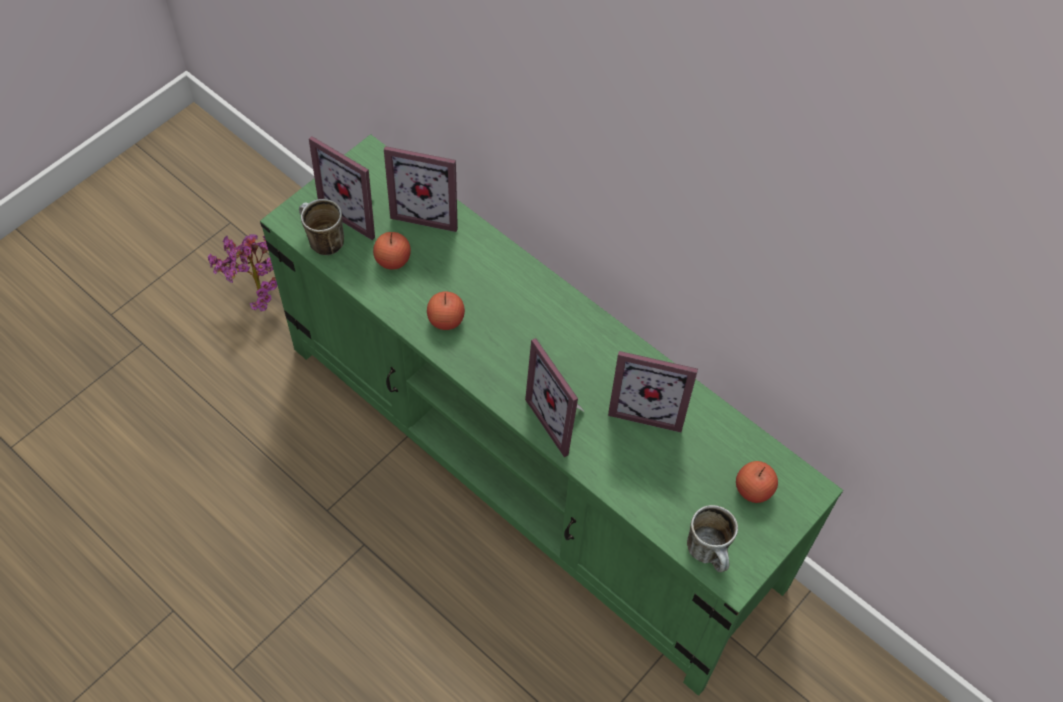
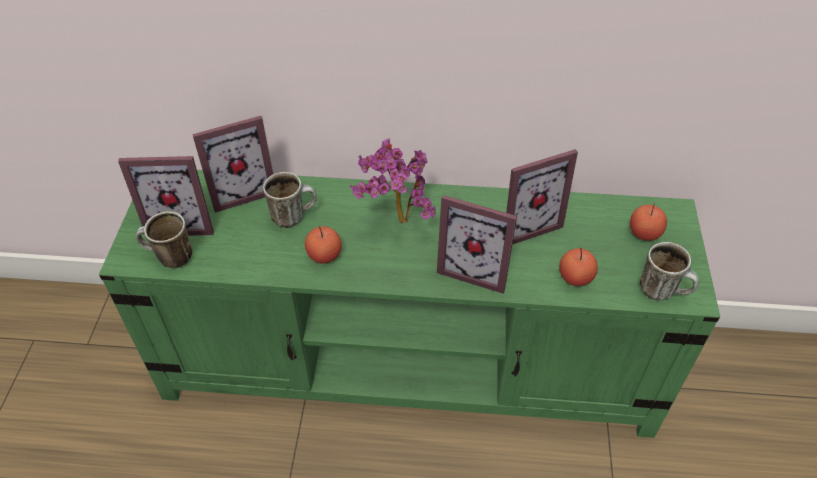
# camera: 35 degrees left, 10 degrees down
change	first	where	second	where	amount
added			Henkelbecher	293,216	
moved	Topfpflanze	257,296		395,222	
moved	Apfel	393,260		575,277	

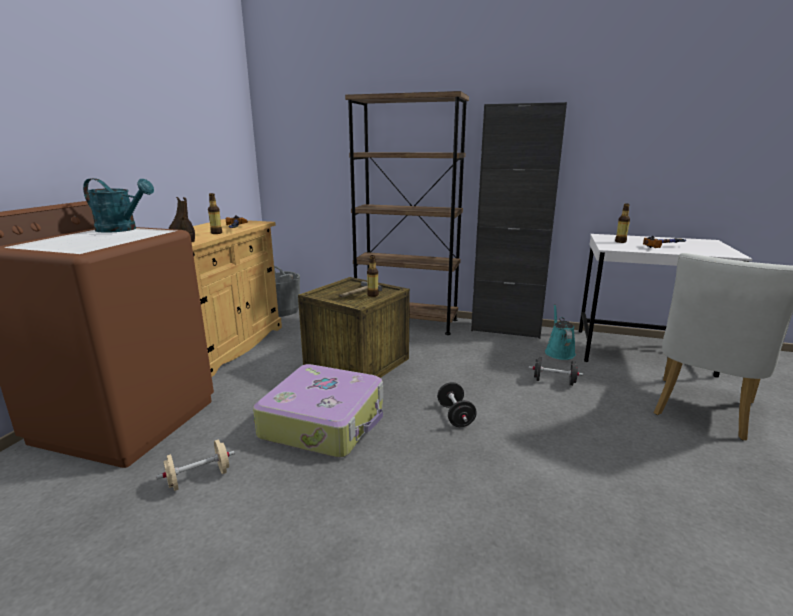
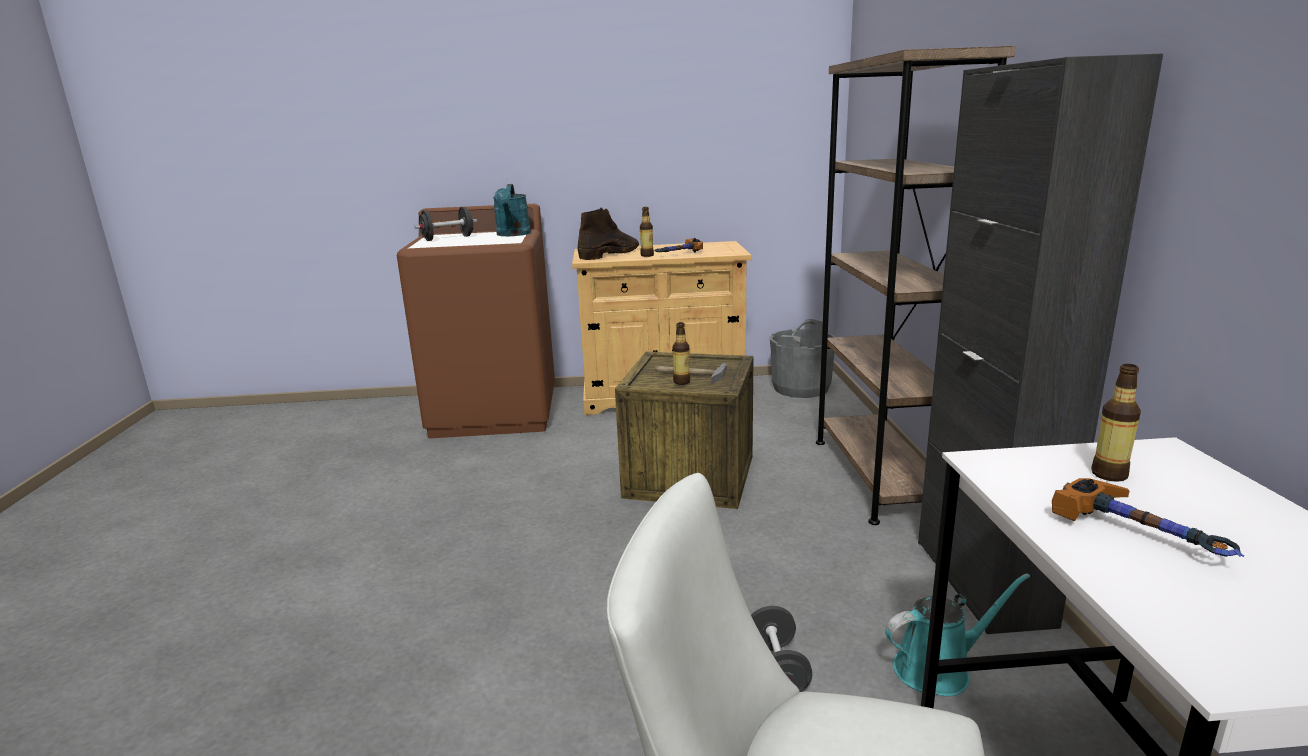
# camera: 70 degrees right, 0 degrees up
change	first	where	second	where	amount
removed	Hantel (beige)	199,478			
removed	Koffer	324,422			
moved	Hantel (schwarz)	455,416		448,238	

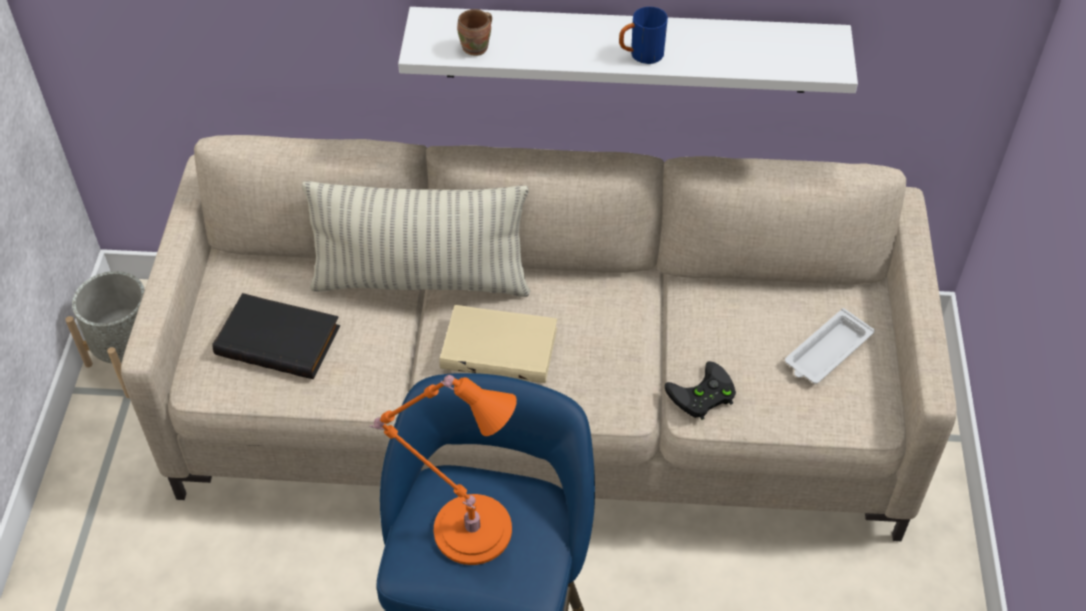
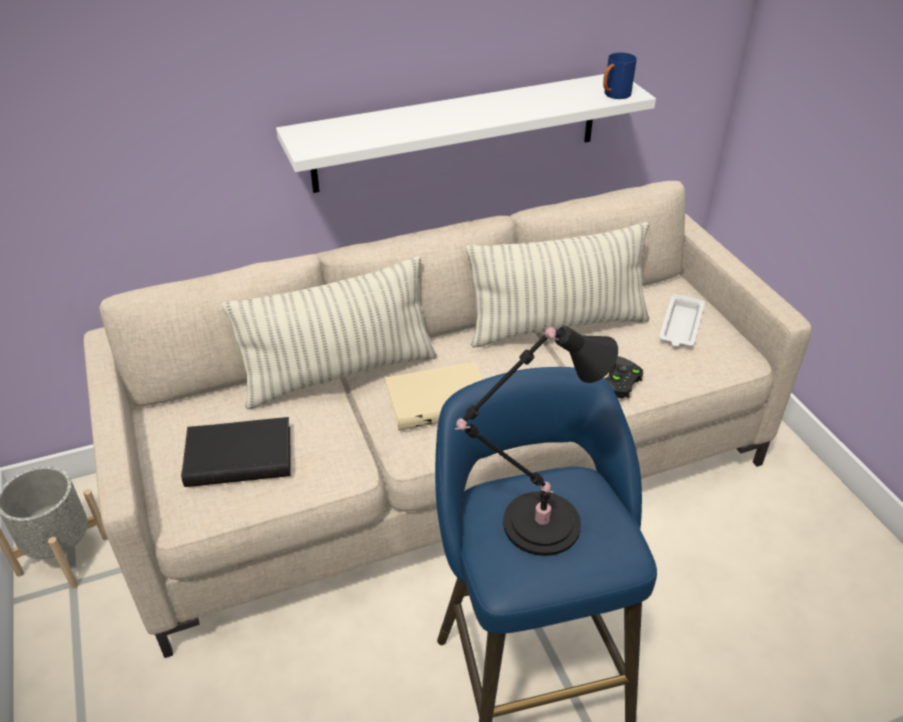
# camera: 25 degrees left, 10 degrees down
change	first	where	second	where	amount
removed	Henkelbecher (braun)	477,48			
added			Kissen	557,326	
moved	Henkelbecher (blau)	640,55		614,96	
recoloured	Tischlampe (orange)	466,527	Tischlampe (schwarz)	534,524	

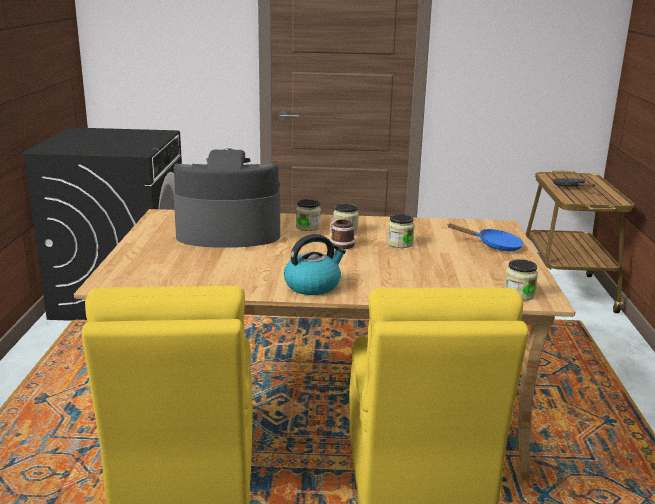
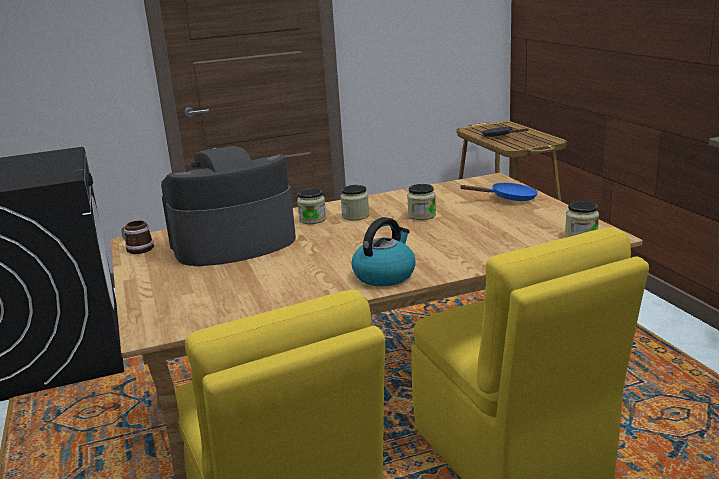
# camera: 20 degrees left, 0 degrees up
change	first	where	second	where	amount
moved	Henkelbecher	340,244		137,248	

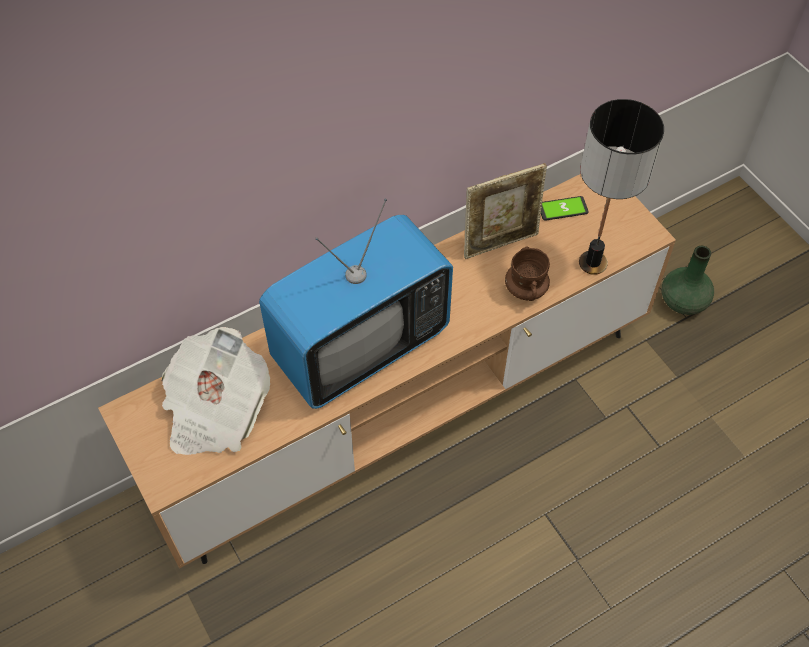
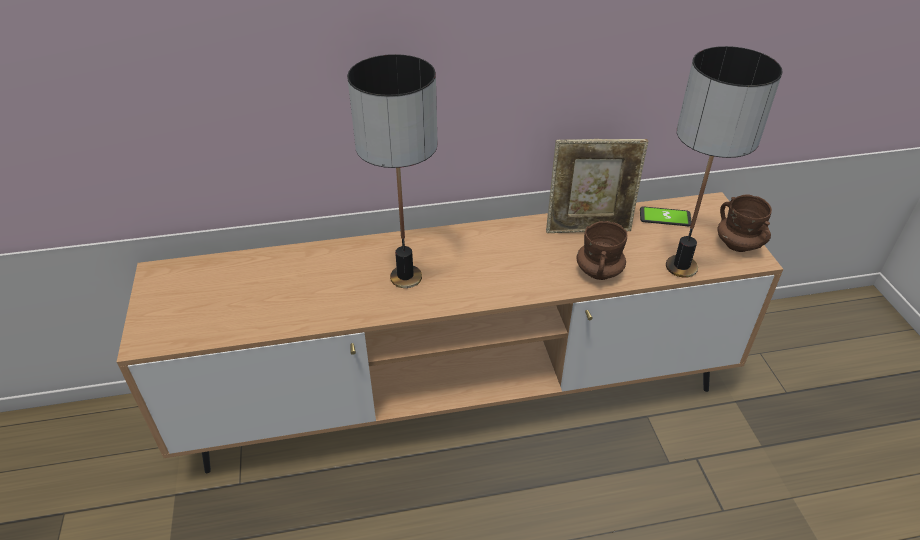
# camera: 20 degrees right, 15 degrees down
change	first	where	second	where	amount
removed	Zeitung	215,410			
removed	Vase (grün)	684,301			
added			Henkelbecher (braun)	737,244	
replaced	Fernseher	360,346	Tischlampe	405,277	

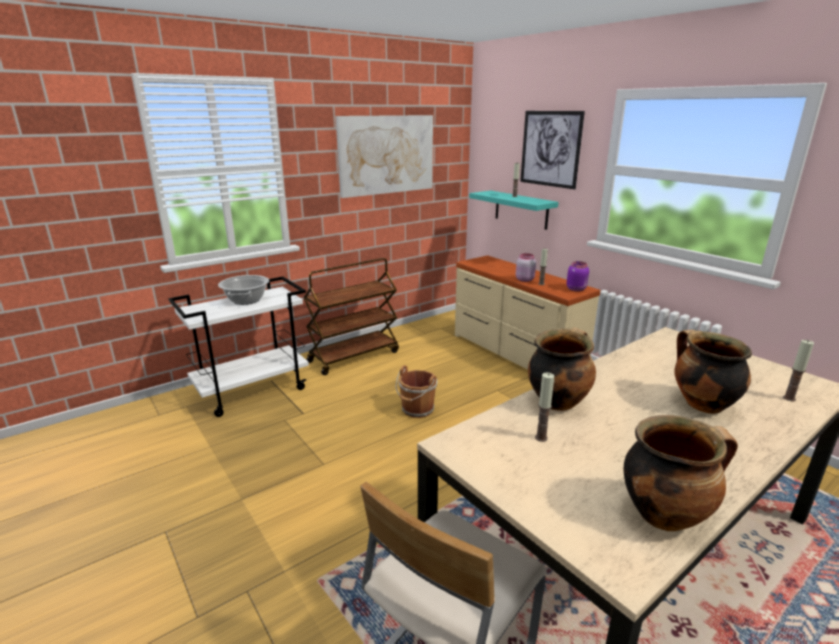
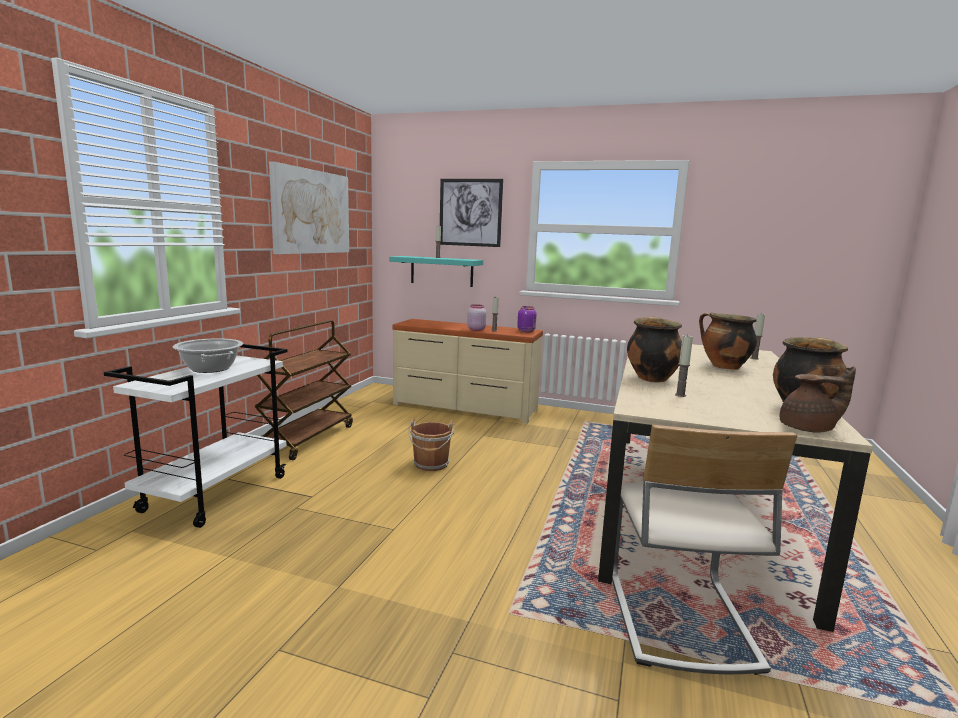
# camera: 35 degrees left, 10 degrees down
change	first	where	second	where	amount
added			Teekanne (braun)	809,429	

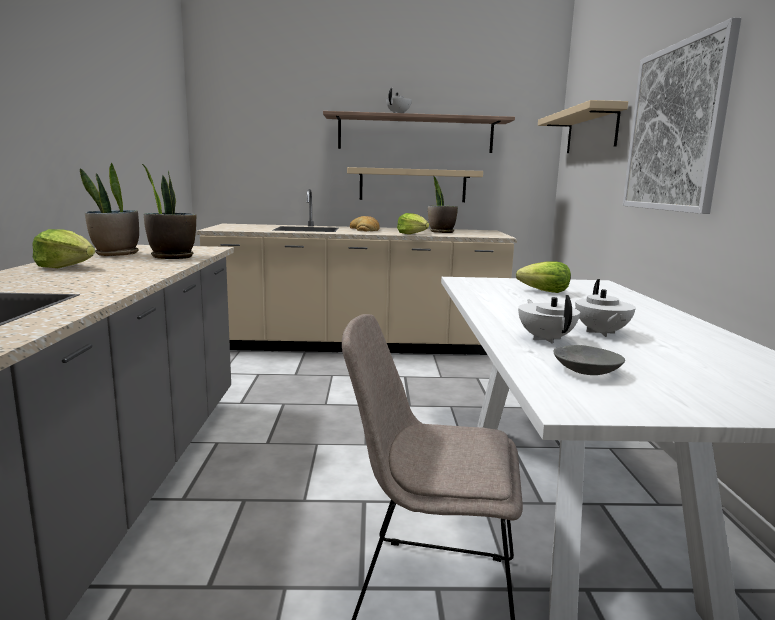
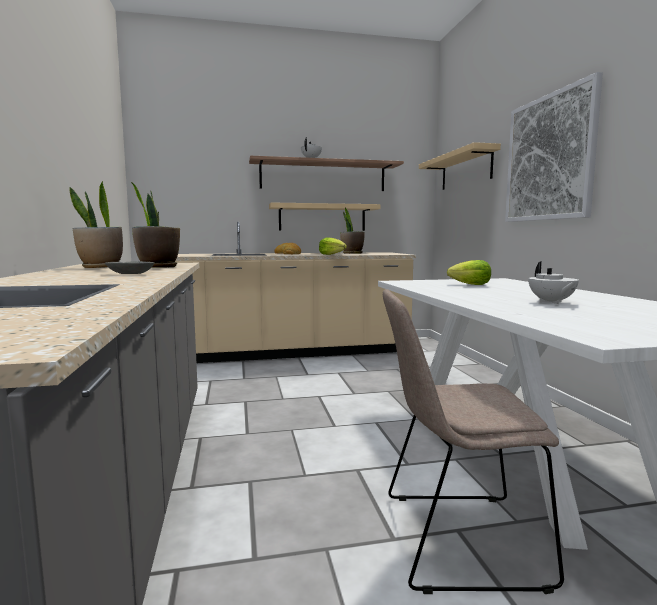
# camera: 10 degrees left, 5 degrees down
change	first	where	second	where	amount
removed	Salatkopf	66,267			
removed	Teekanne (weiß)	546,339			
moved	Schüssel (grau)	586,370		131,274	

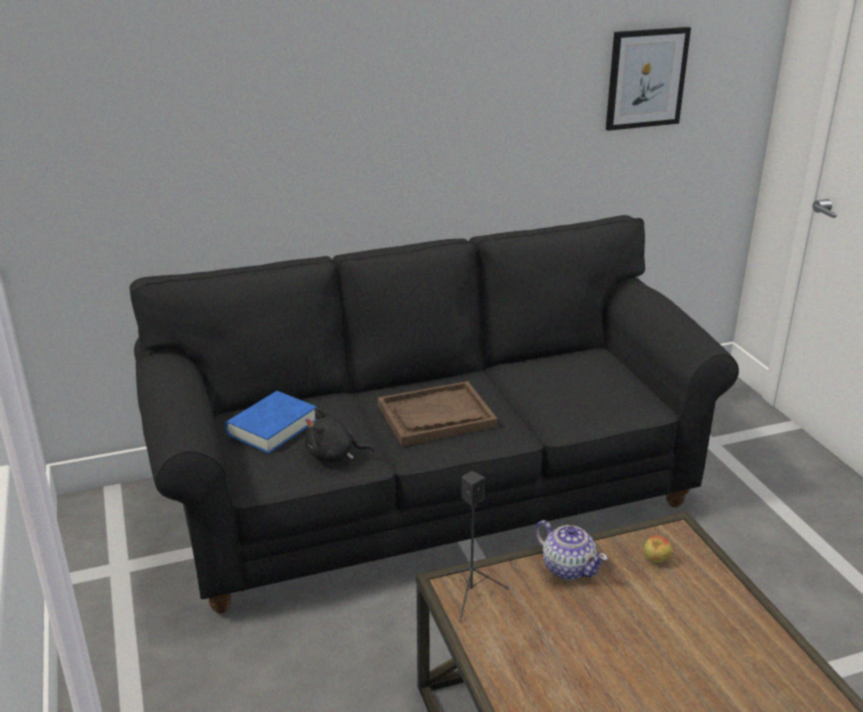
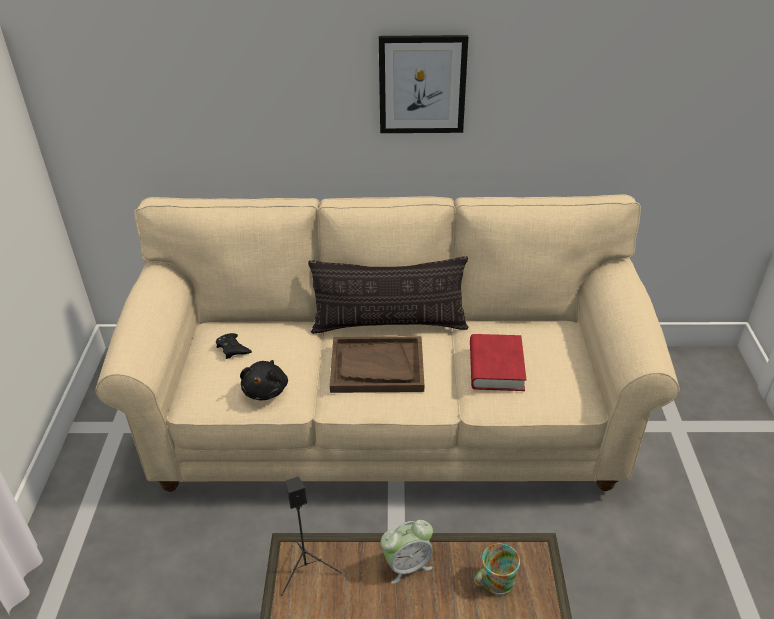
# camera: 20 degrees right, 10 degrees up
change	first	where	second	where	amount
added			Kissen	389,324	
added			Buch (rot)	496,367	
moved	Bild	646,78		422,85	
replaced	Buch (blau)	272,427	Gamepad (schwarz)	233,349	
replaced	Teekanne	568,568	Wecker	407,565	
replaced	Apfel	656,560	Henkelbecher	493,582	
recoloured	Sofa (schwarz)	431,495	Sofa (beige)	388,420	
turned	Plüschtier (schwarz)	334,455		266,390	105 degrees counterclockwise

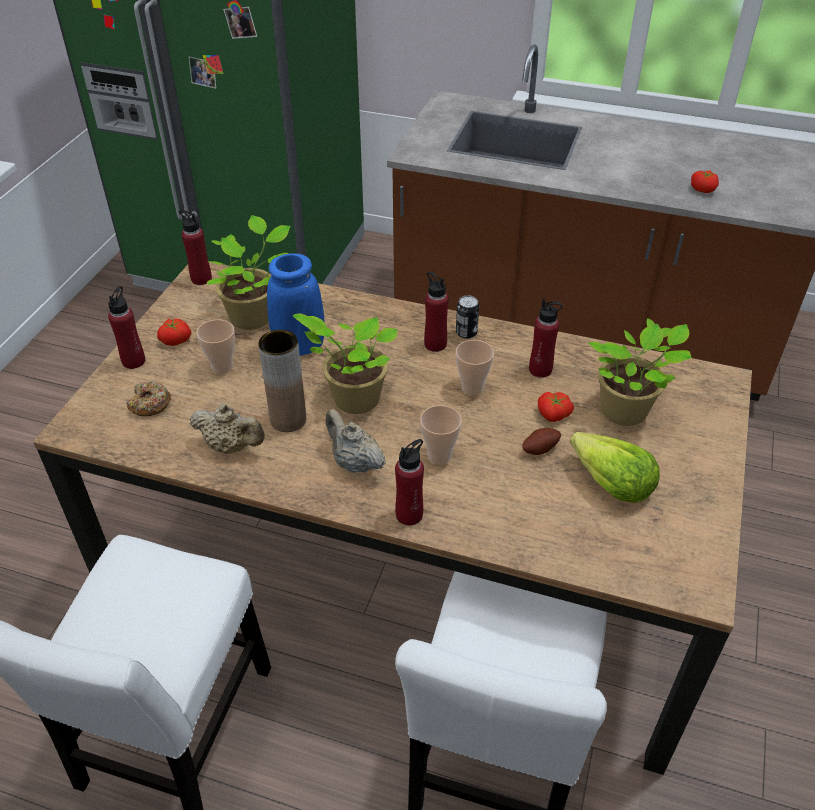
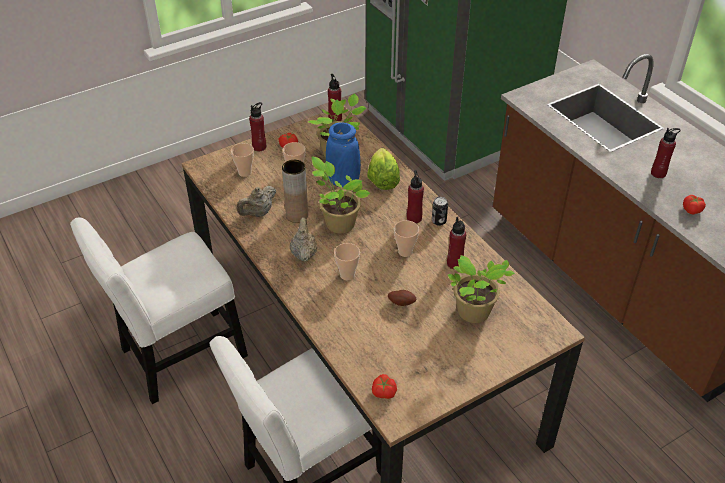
# camera: 40 degrees right, 0 degrees up
change	first	where	second	where	amount
moved	Flasche (rot)	409,514		658,173	
moved	Tomate	553,415		383,392	
moved	Salatkopf	610,484		382,179	
replaced	Donut	150,404	Tasse	245,172	
turned	Teekanne (beige)	231,446		258,213	75 degrees clockwise

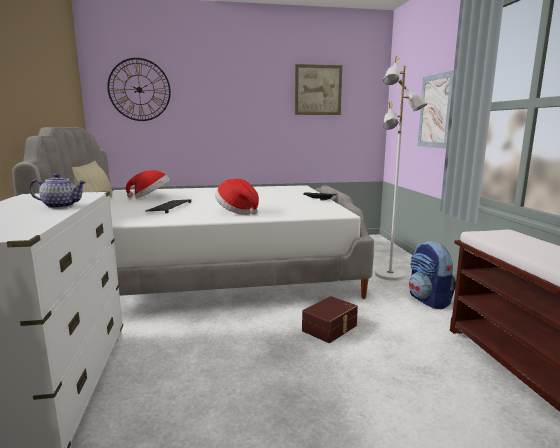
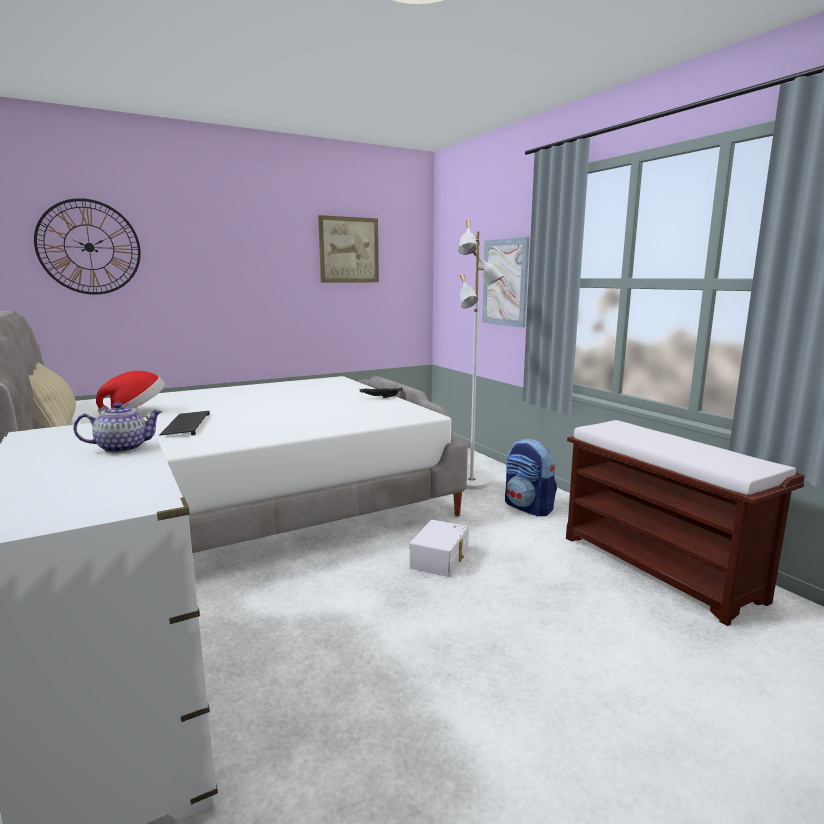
# camera: 20 degrees left, 0 degrees up
change	first	where	second	where	amount
removed	Hut	237,211			
recoloured	Aufbewahrungsbox (braun)	330,328	Aufbewahrungsbox (weiß)	441,559	

